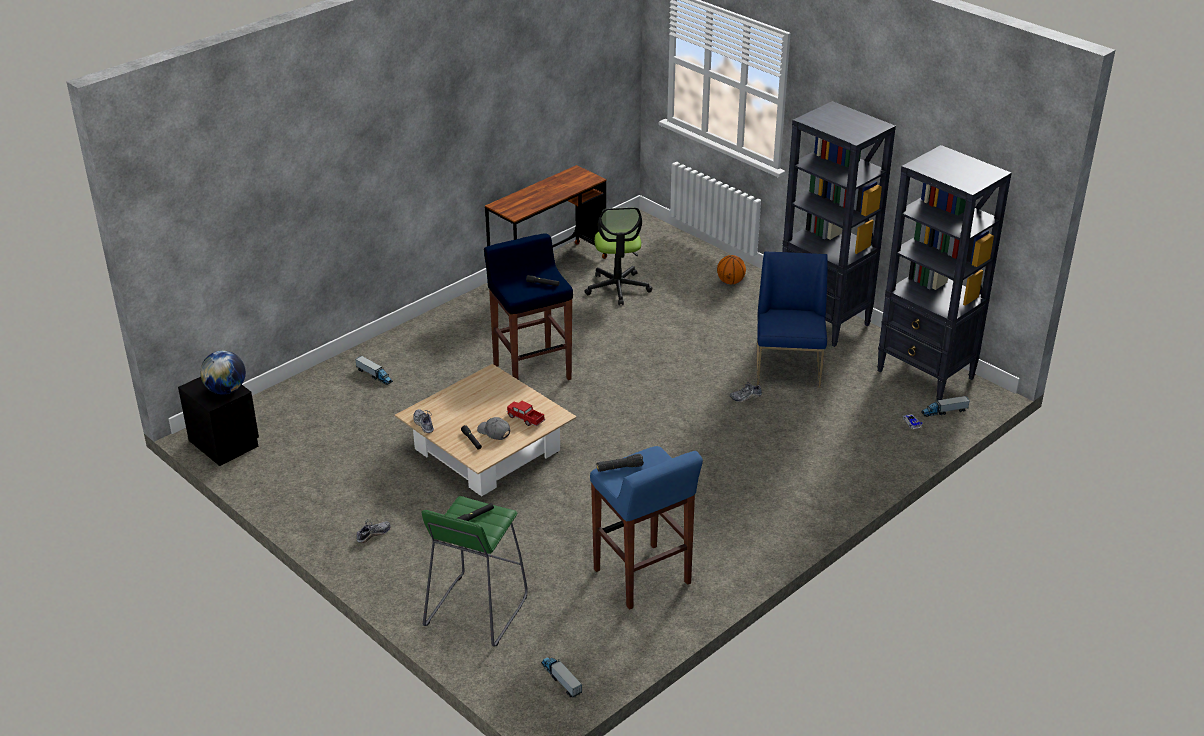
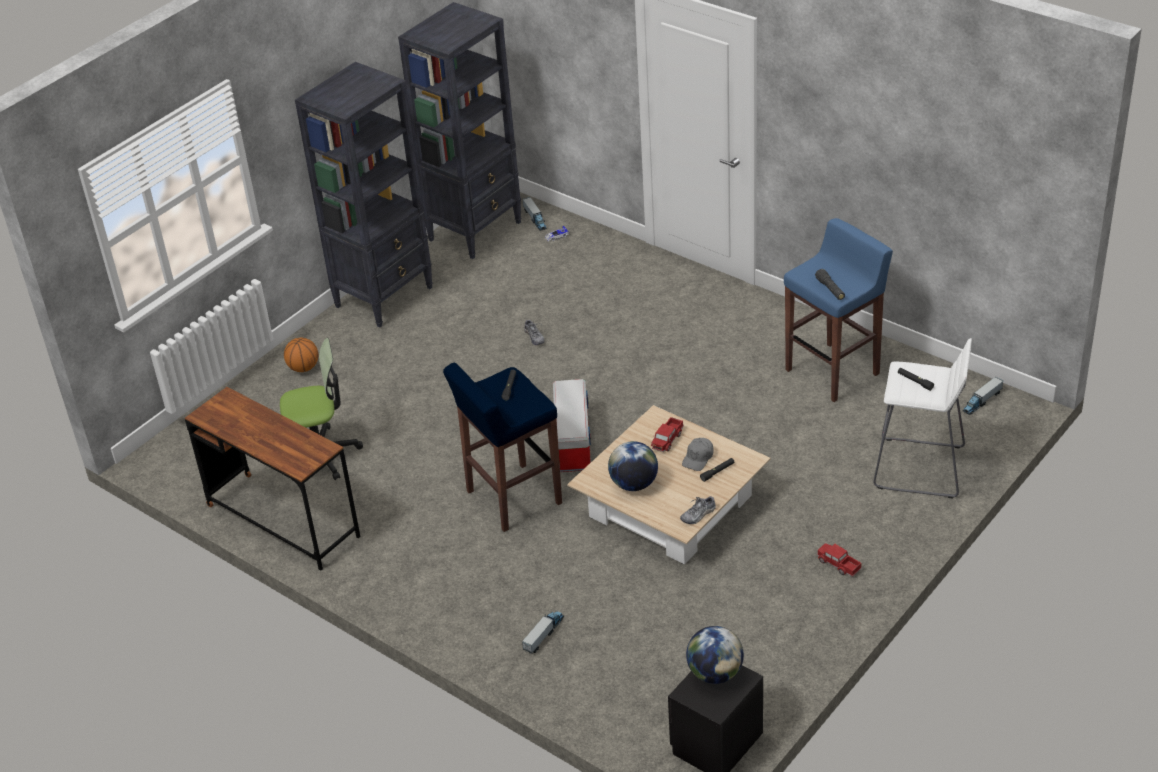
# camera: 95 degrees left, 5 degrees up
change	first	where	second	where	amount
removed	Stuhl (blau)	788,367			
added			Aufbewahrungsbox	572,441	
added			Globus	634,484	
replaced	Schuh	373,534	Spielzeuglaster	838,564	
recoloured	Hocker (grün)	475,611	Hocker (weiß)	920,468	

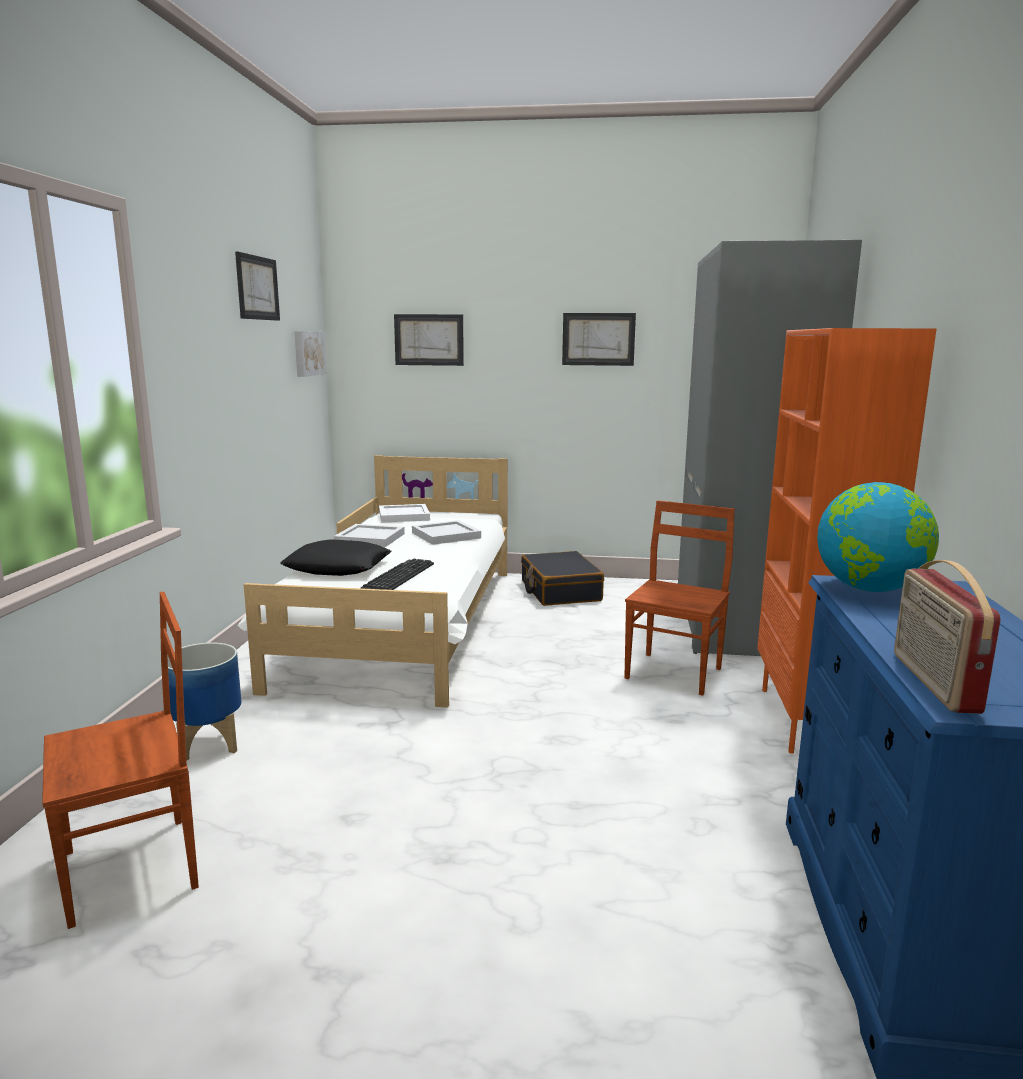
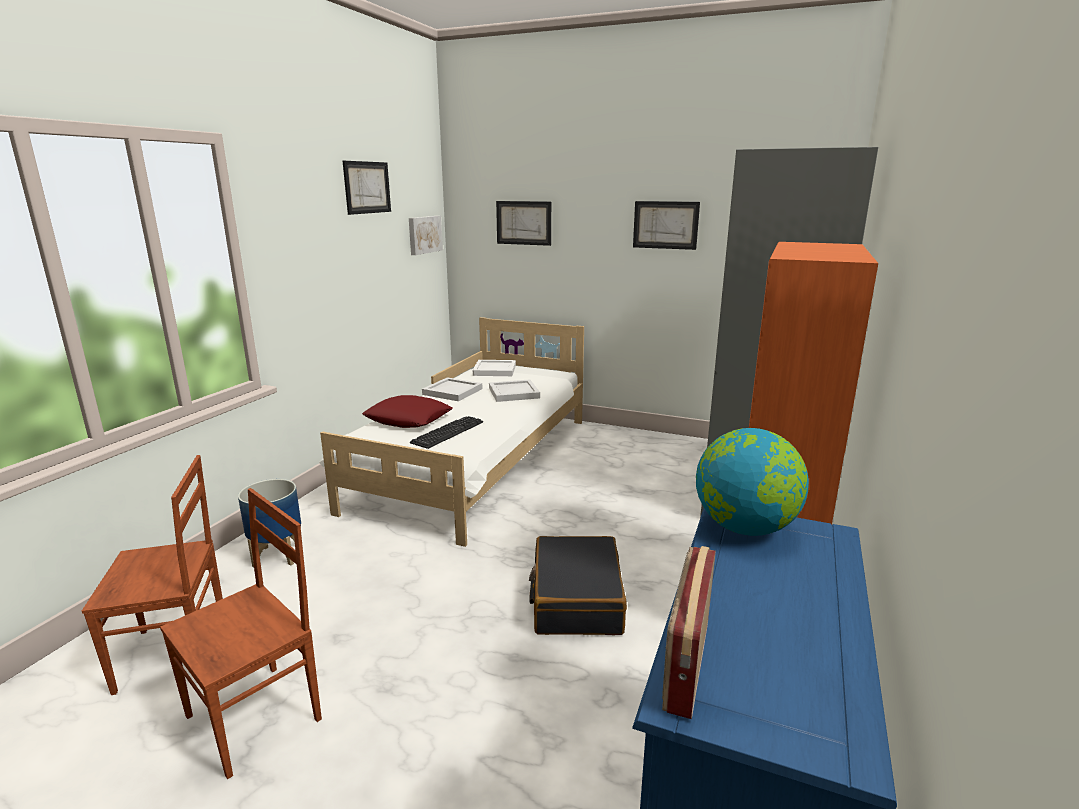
# camera: 15 degrees right, 5 degrees up
change	first	where	second	where	amount
moved	Koffer (schwarz)	560,591		576,599	
moved	Stuhl (braun)	675,673		257,717	
recoloured	Kissen (schwarz)	337,567	Kissen (rot)	408,419	

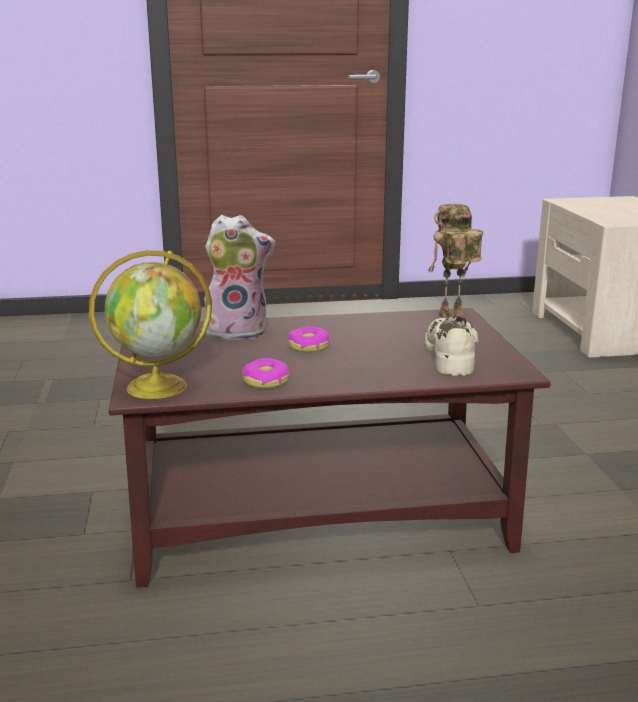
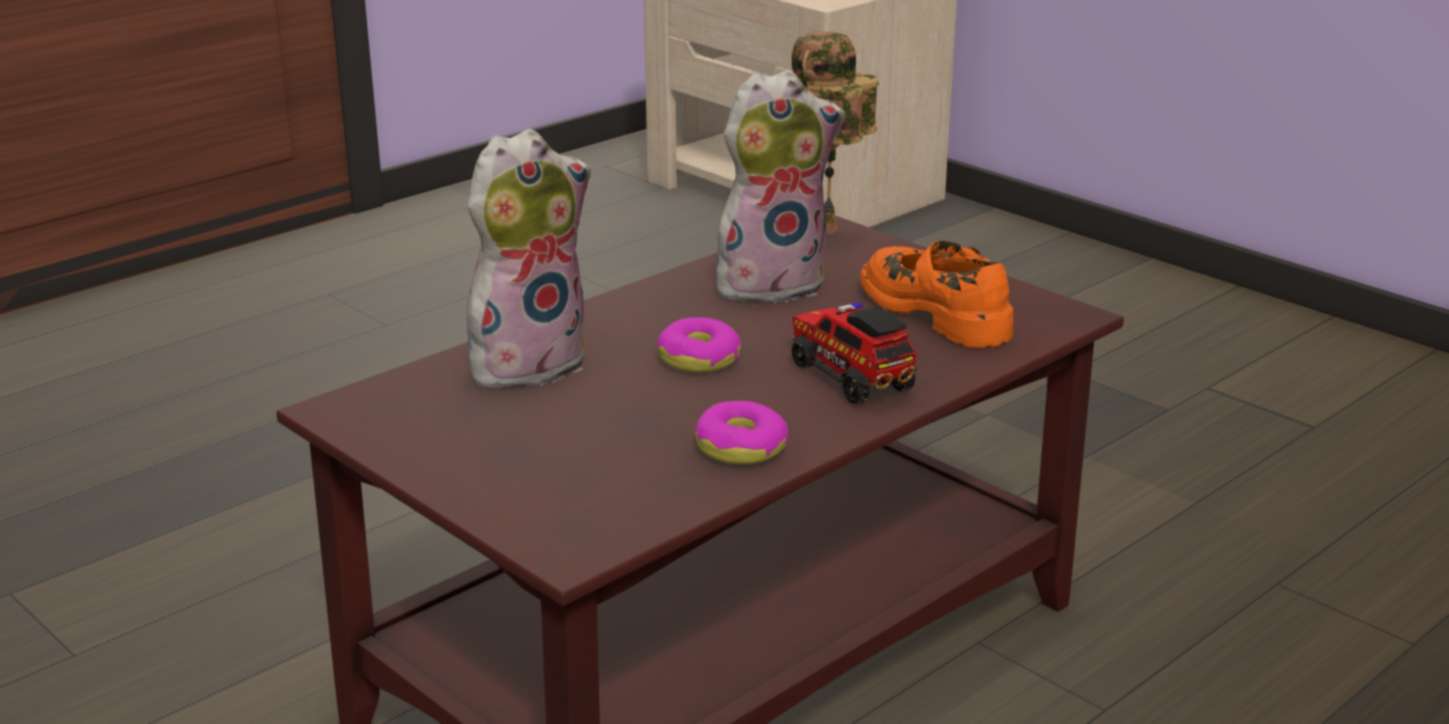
# camera: 35 degrees left, 5 degrees up
change	first	where	second	where	amount
removed	Globus	159,386			
added			Plüschtier	772,283	
added			Spielzeuglaster	849,376	
recoloured	Schuh (beige)	451,356	Schuh (orange)	937,312	

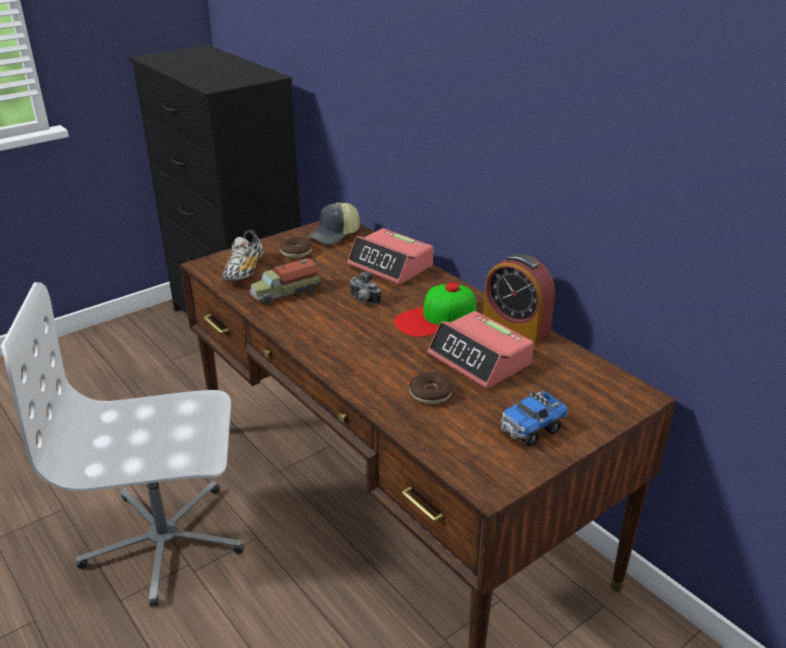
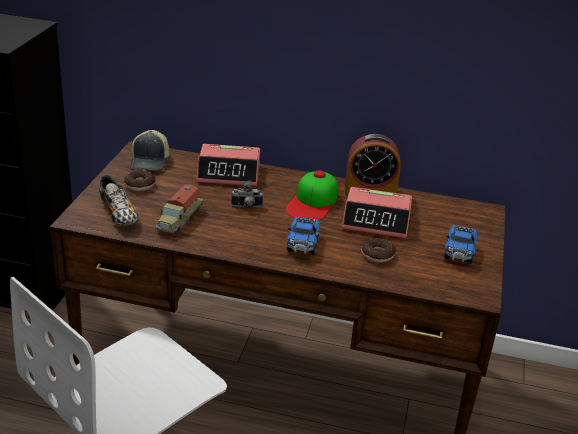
# camera: 40 degrees left, 0 degrees up
change	first	where	second	where	amount
added			Spielzeuglaster	302,245	

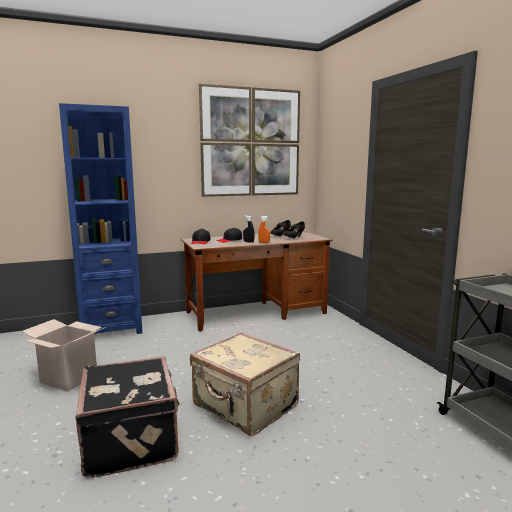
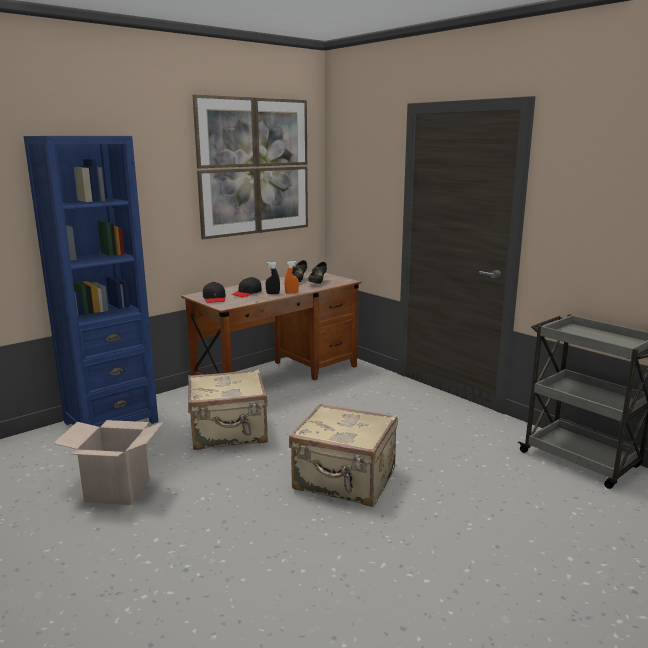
# camera: 20 degrees left, 5 degrees up
change	first	where	second	where	amount
removed	Koffer (schwarz)	132,439			
added			Koffer (beige)	229,433	

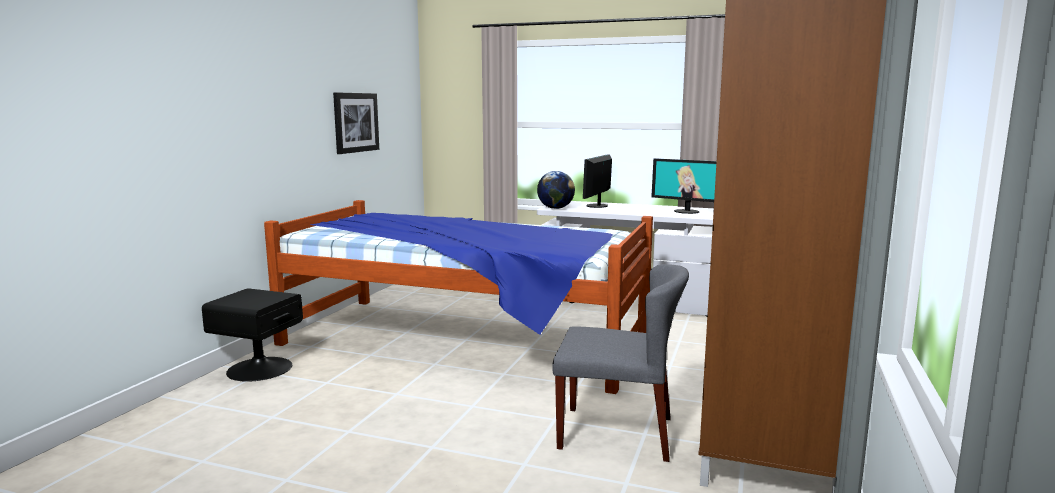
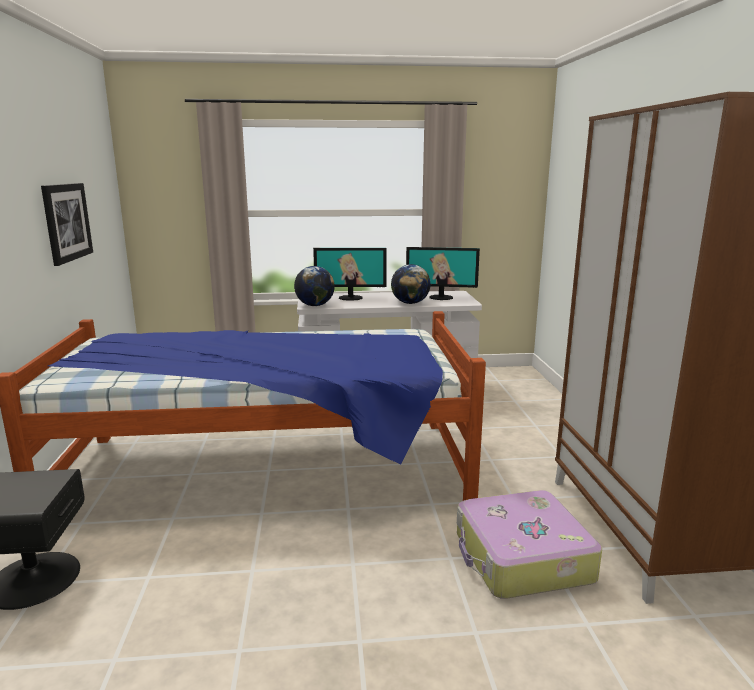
# camera: 25 degrees left, 5 degrees up
change	first	where	second	where	amount
added			Globus	410,303	
replaced	Stuhl (grau)	617,433	Koffer	521,558	
turned	Monitor	597,206		350,298	90 degrees counterclockwise

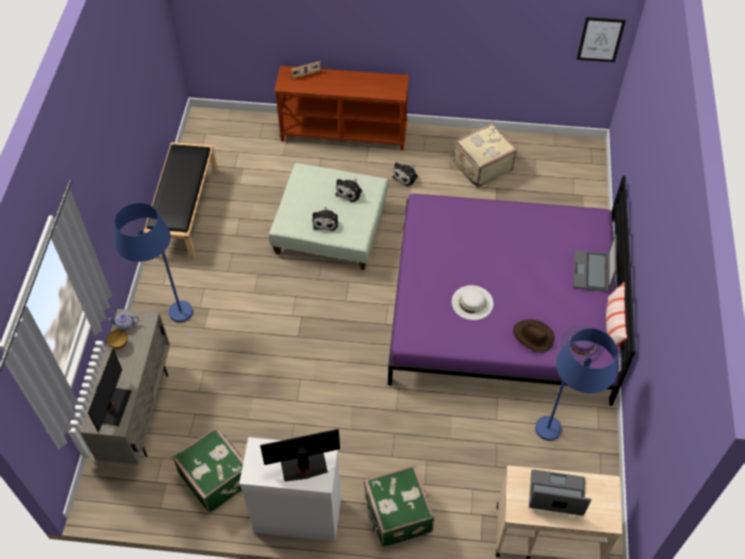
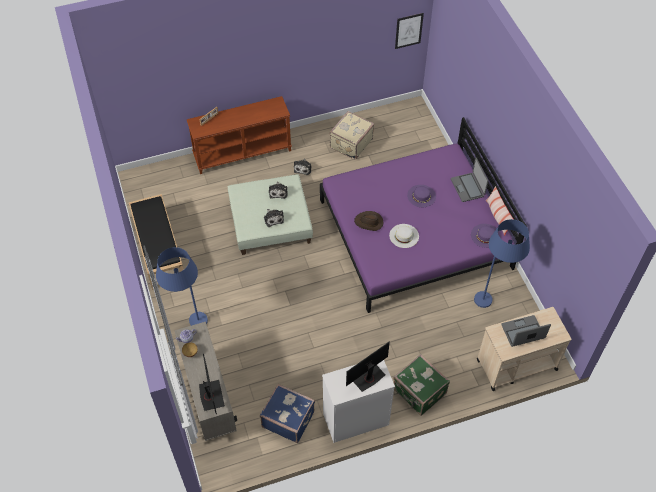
# camera: 25 degrees left, 0 degrees up
change	first	where	second	where	amount
added			Hut (lila)	421,196	
moved	Hut (braun)	533,337		369,222	
recoloured	Koffer (grün)	216,477	Koffer (blau)	288,419	

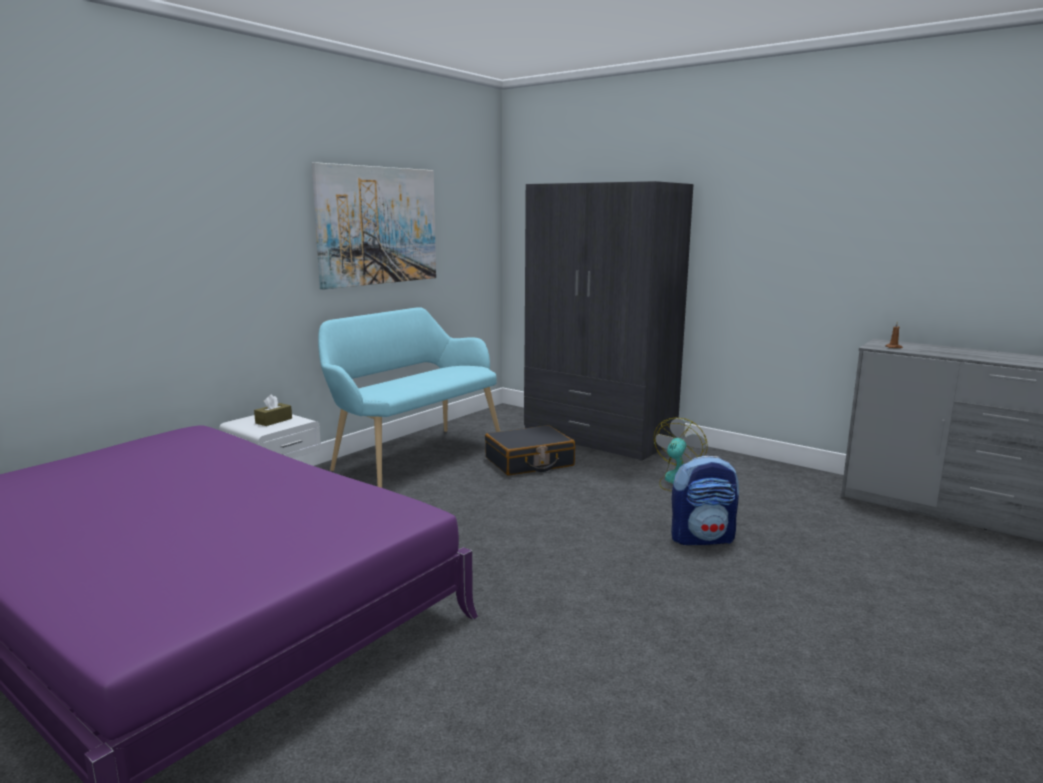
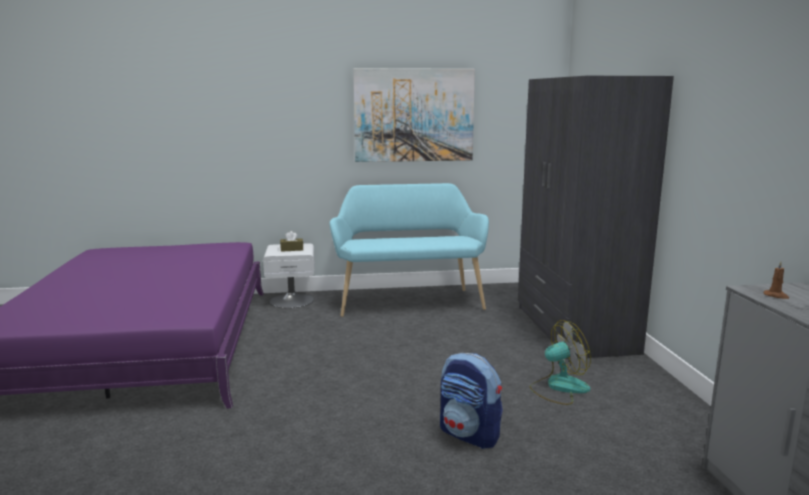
# camera: 45 degrees right, 0 degrees up
change	first	where	second	where	amount
removed	Koffer (schwarz)	529,462			

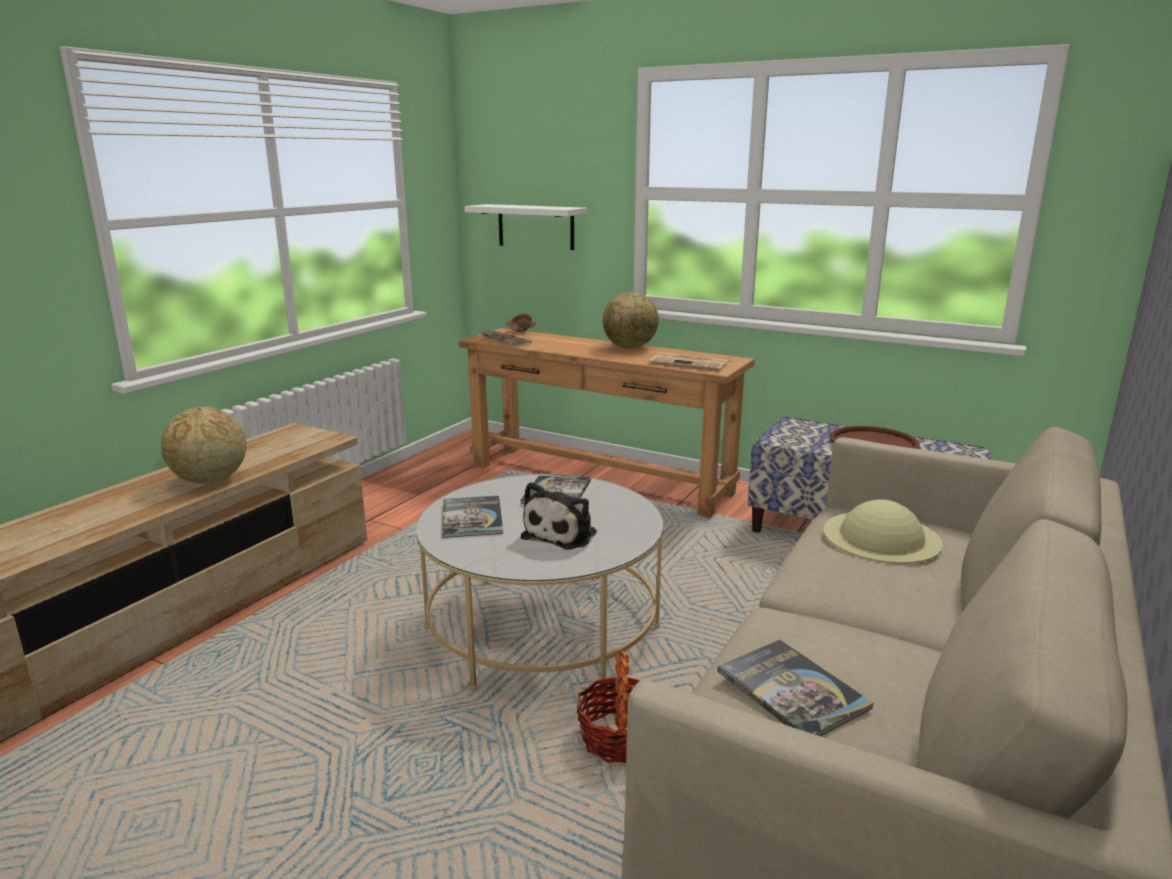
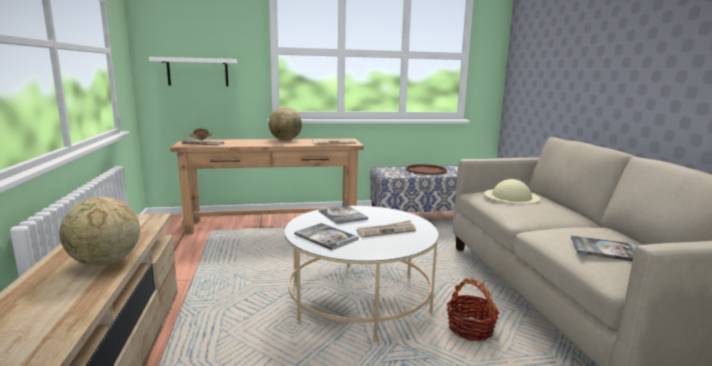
# camera: 40 degrees left, 5 degrees down
change	first	where	second	where	amount
replaced	Plüschtier	562,534	Zeitung	386,231	

